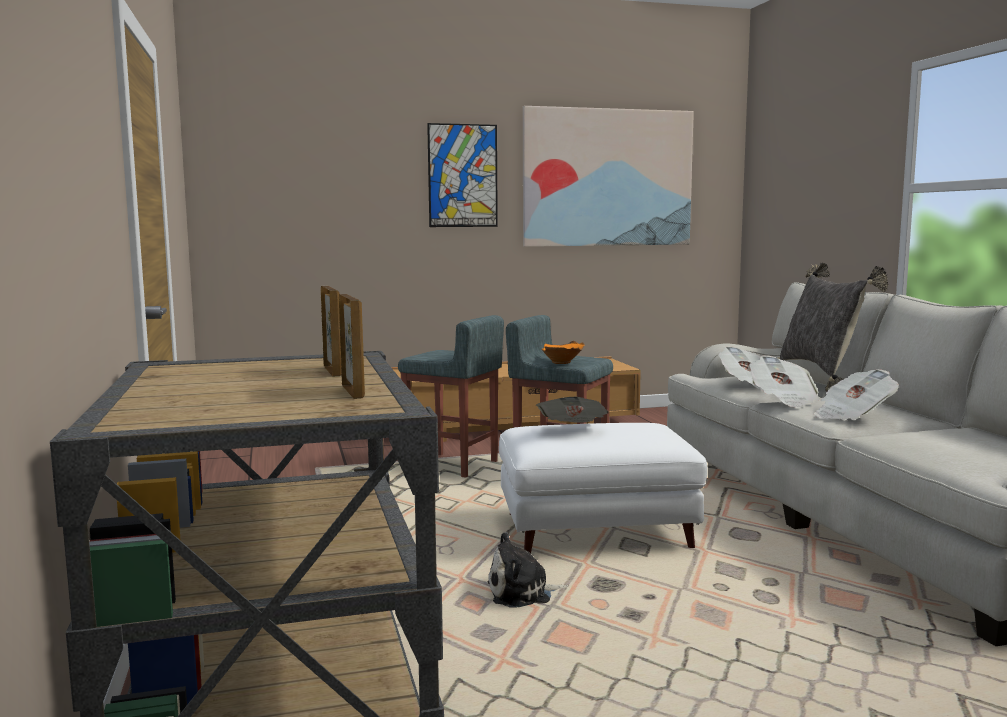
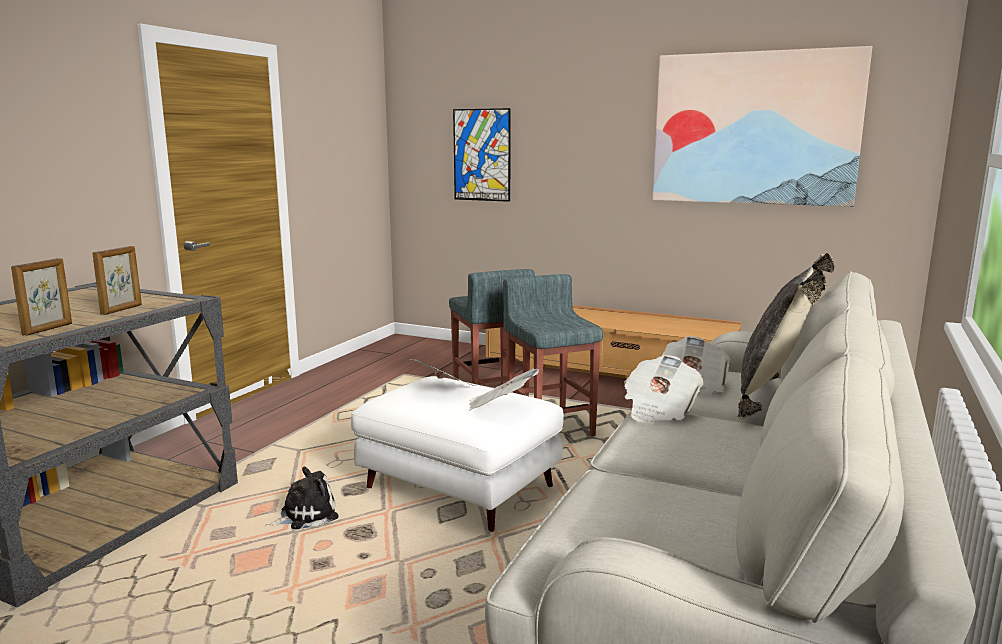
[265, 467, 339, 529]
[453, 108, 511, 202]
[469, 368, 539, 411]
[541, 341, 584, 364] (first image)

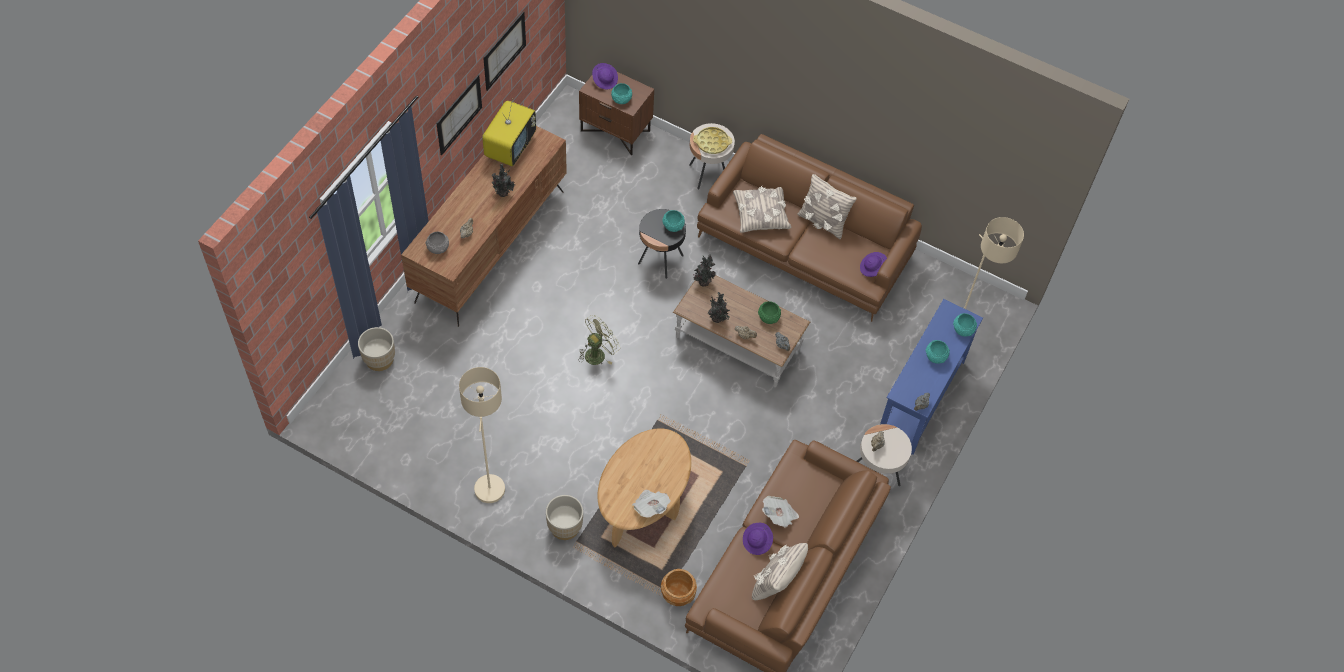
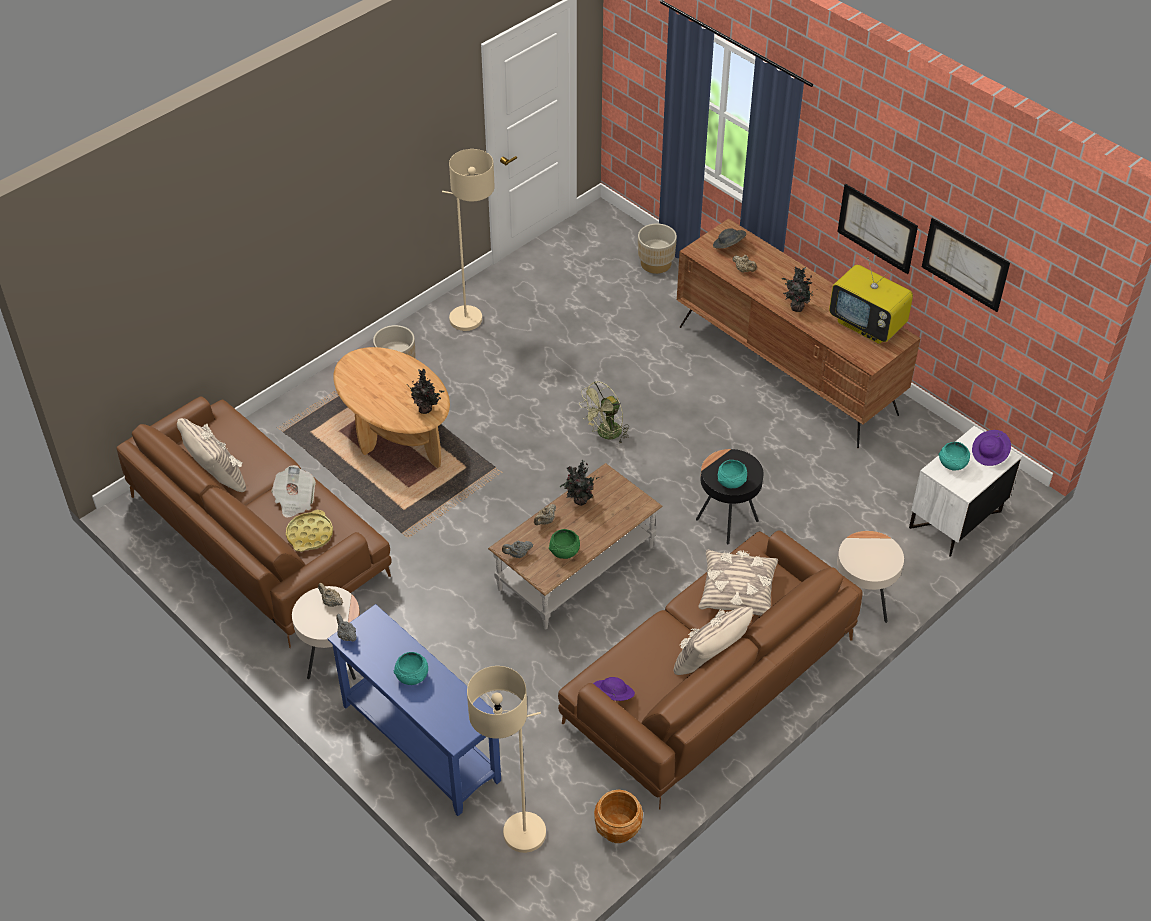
[286, 510, 333, 552]
[404, 369, 445, 414]
[579, 381, 629, 443]
[594, 790, 643, 843]
[713, 229, 746, 249]
[909, 426, 1022, 557]
[632, 490, 671, 517] (first image)
[743, 523, 773, 555] (first image)
[953, 313, 977, 337] (first image)

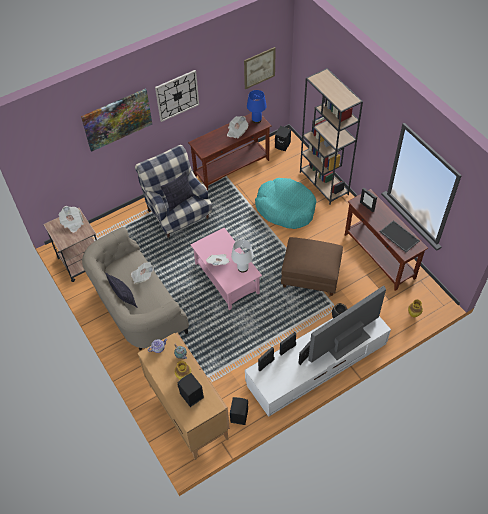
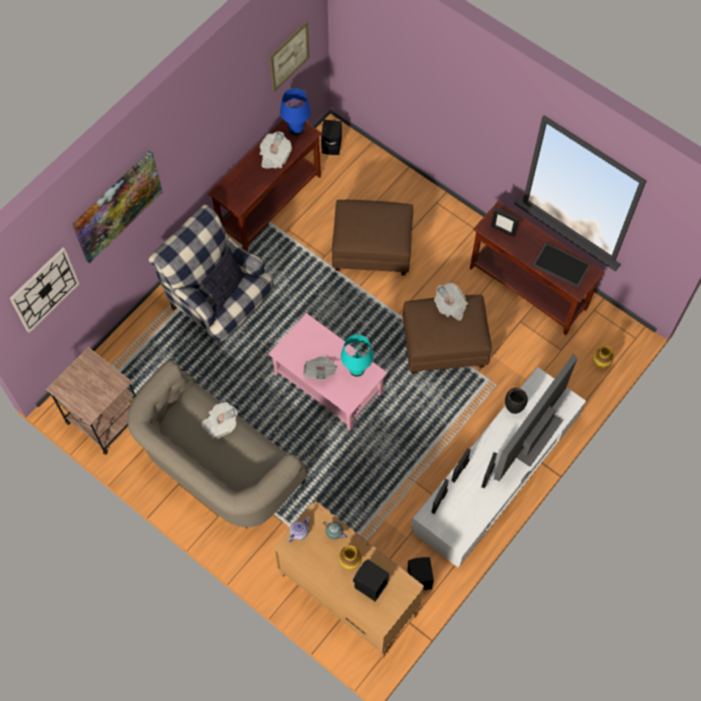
[10, 247, 79, 333]
[332, 200, 413, 276]
[341, 335, 374, 376]
[434, 283, 468, 321]
[105, 273, 137, 308] (first image)
[300, 68, 363, 205] (first image)

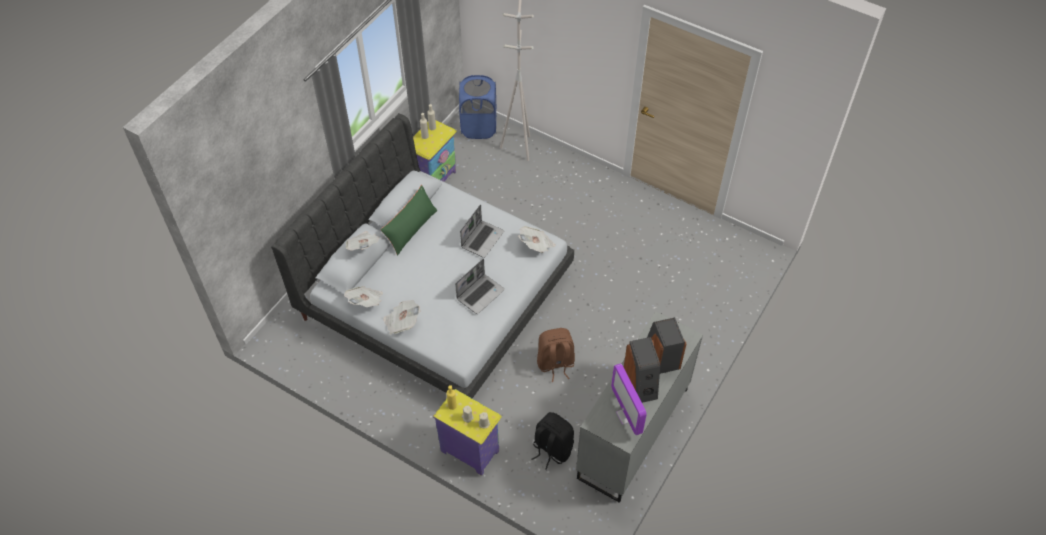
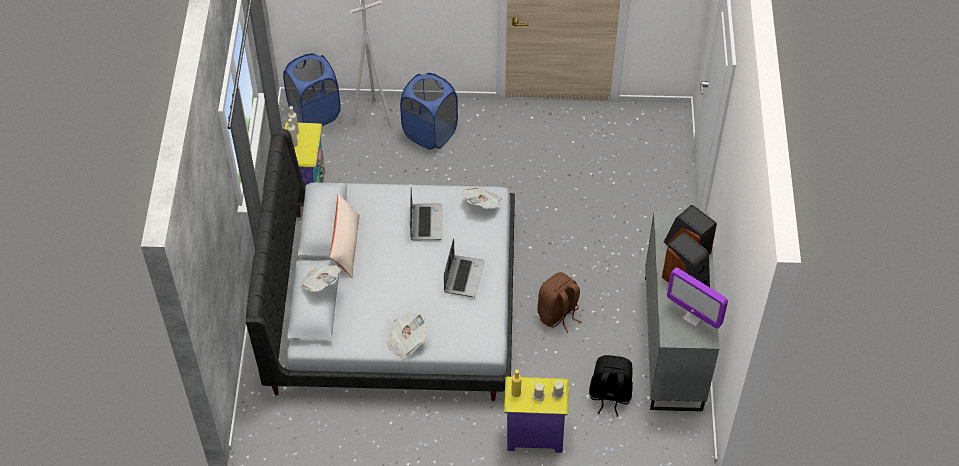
[330, 194, 360, 278]
[400, 73, 458, 150]
[344, 286, 383, 307] (first image)

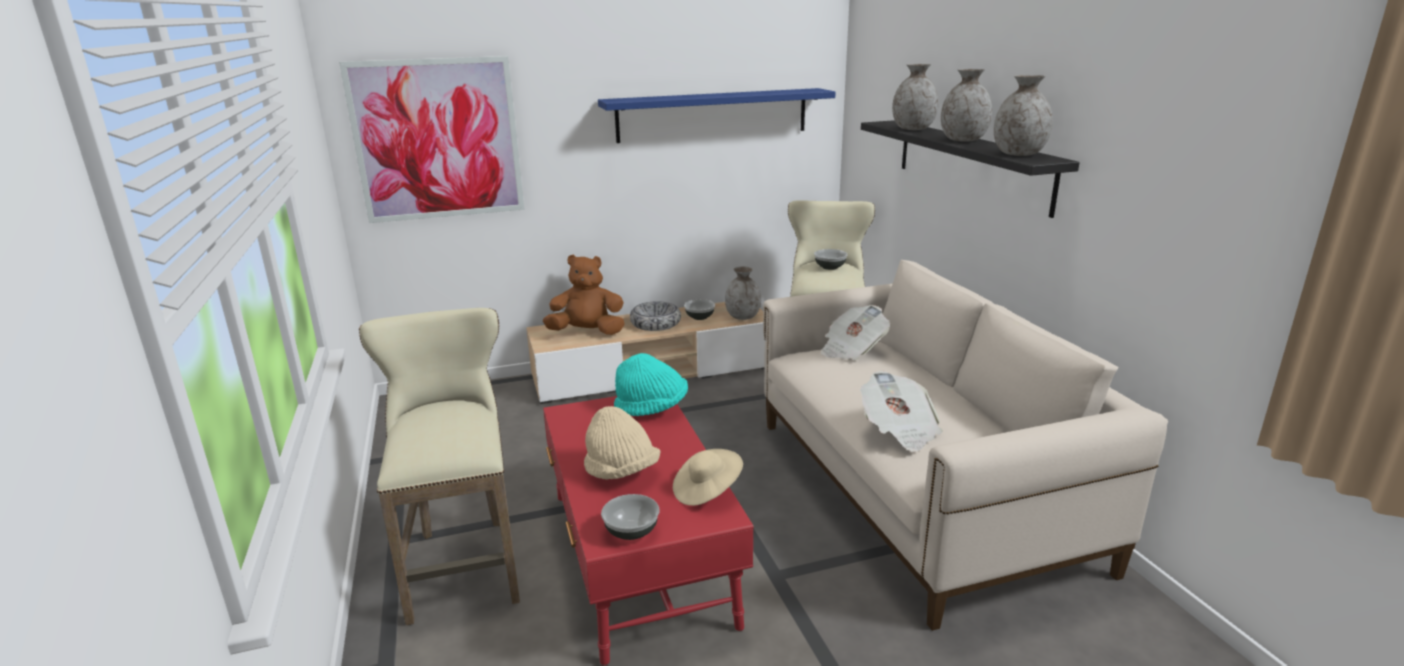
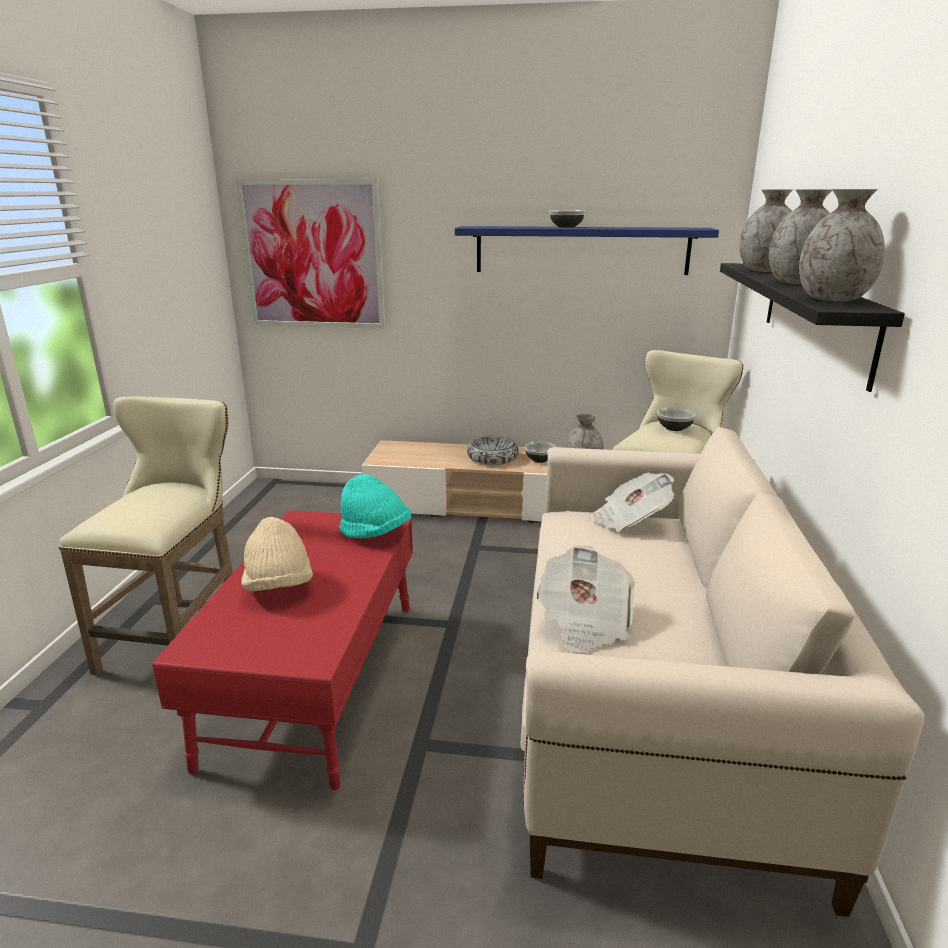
[550, 210, 585, 228]
[543, 255, 624, 335] (first image)
[673, 449, 743, 506] (first image)

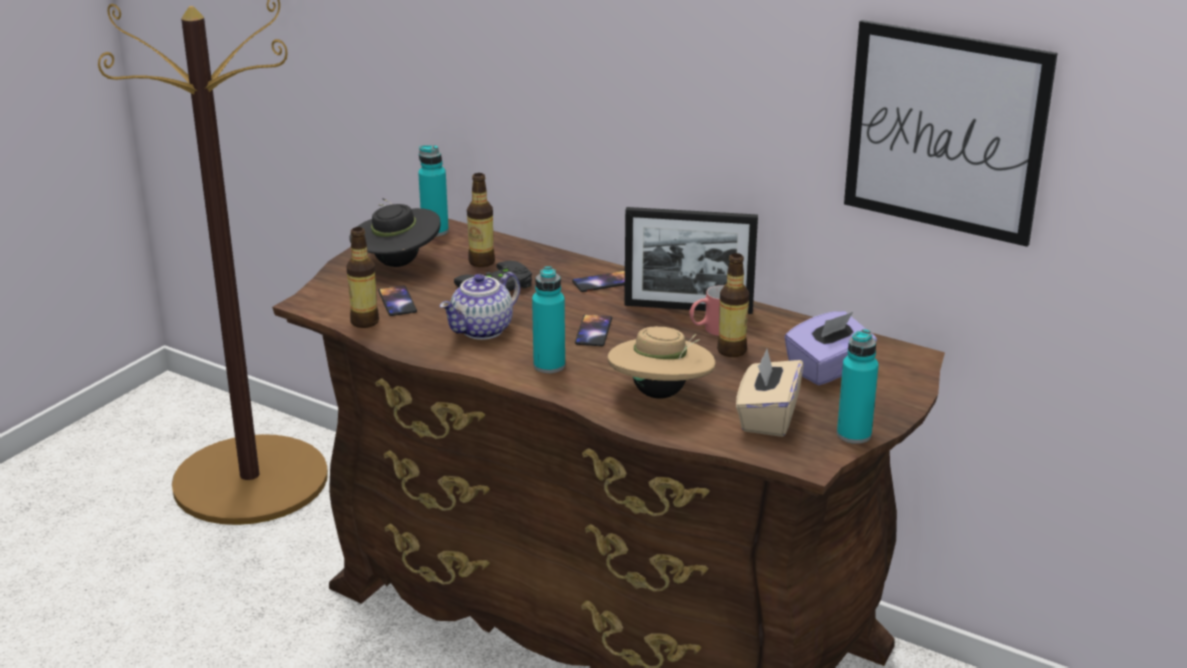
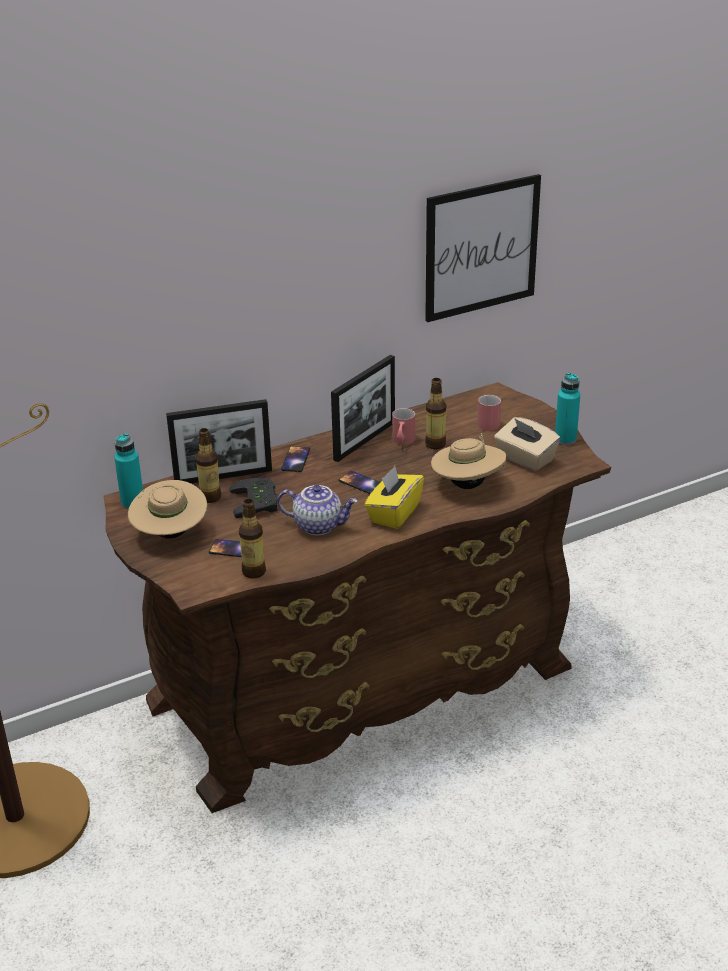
[128, 480, 207, 539]
[166, 399, 272, 483]
[277, 485, 358, 536]
[365, 466, 424, 529]
[477, 395, 501, 431]

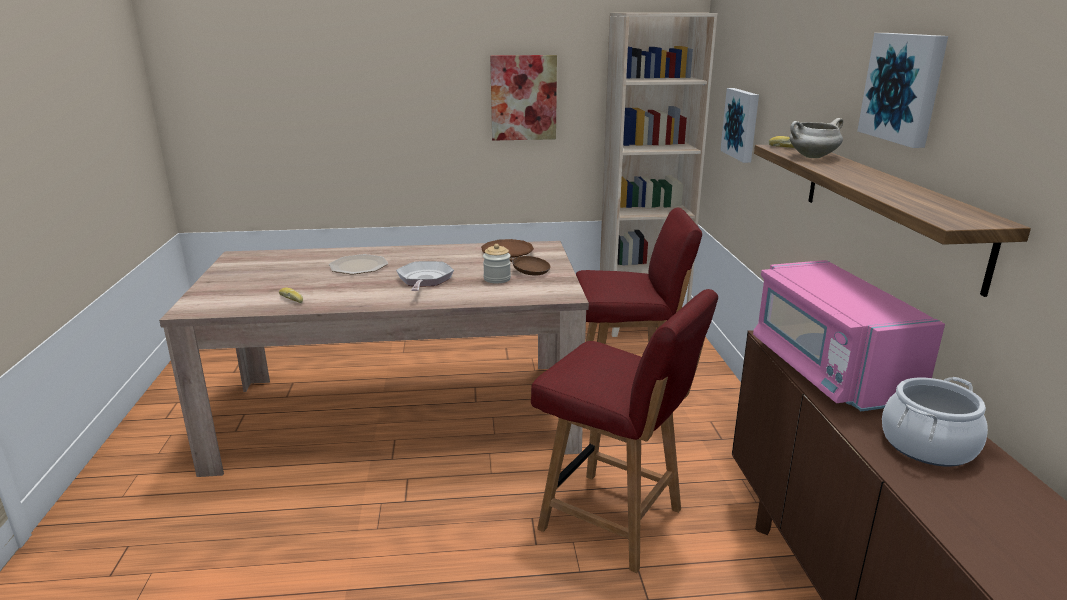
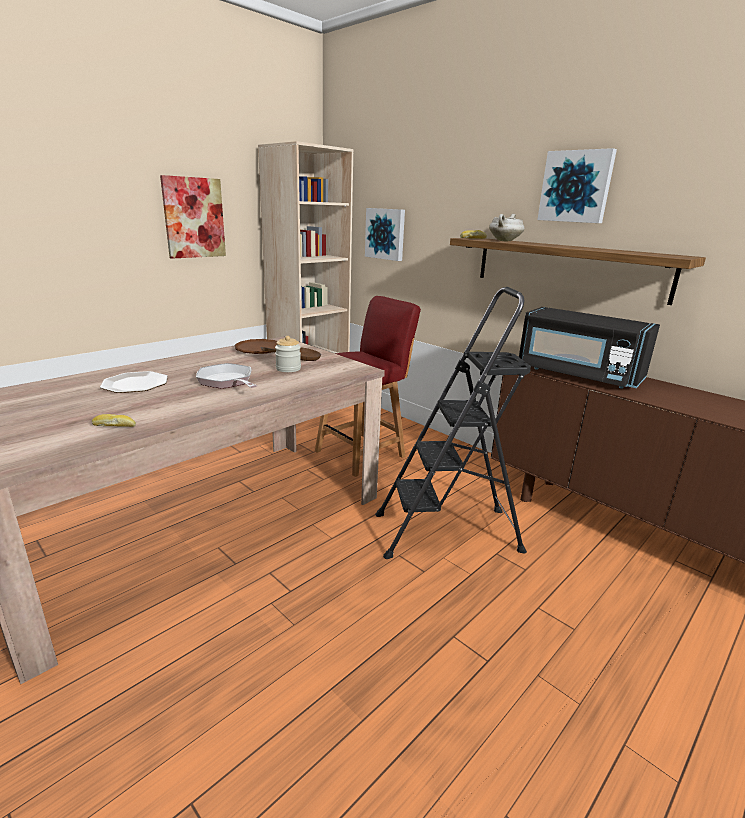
[375, 287, 531, 559]
[519, 307, 660, 389]
[882, 377, 988, 467] (first image)

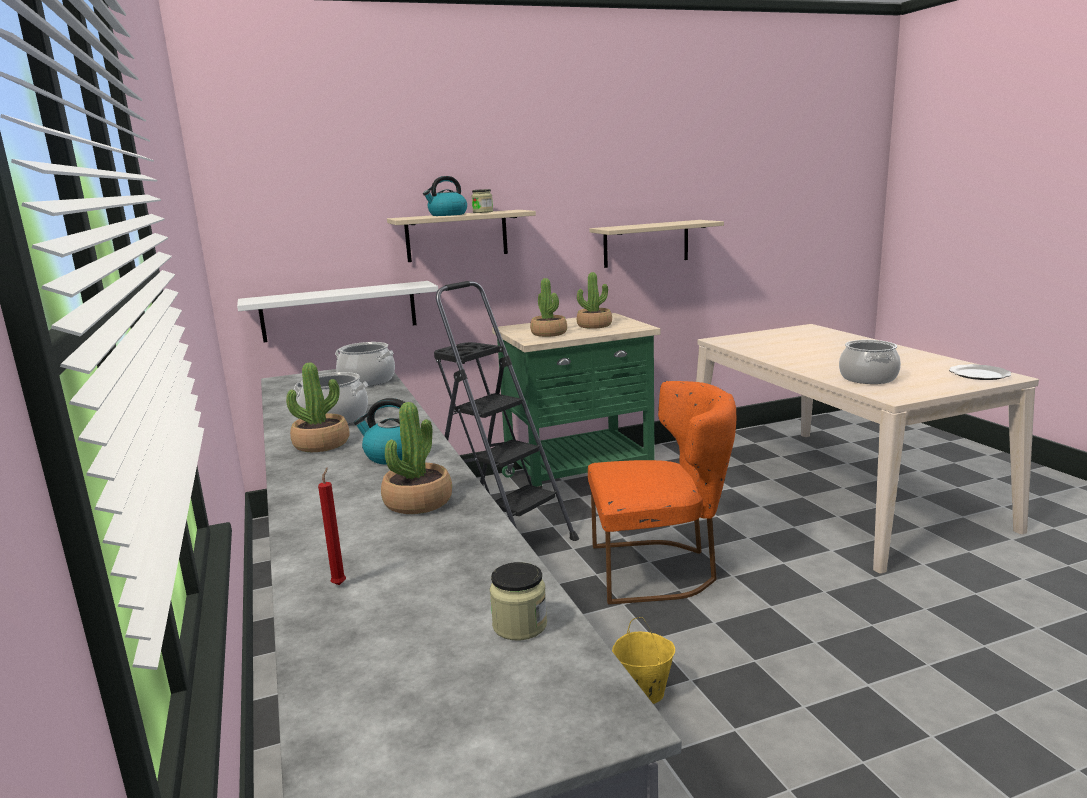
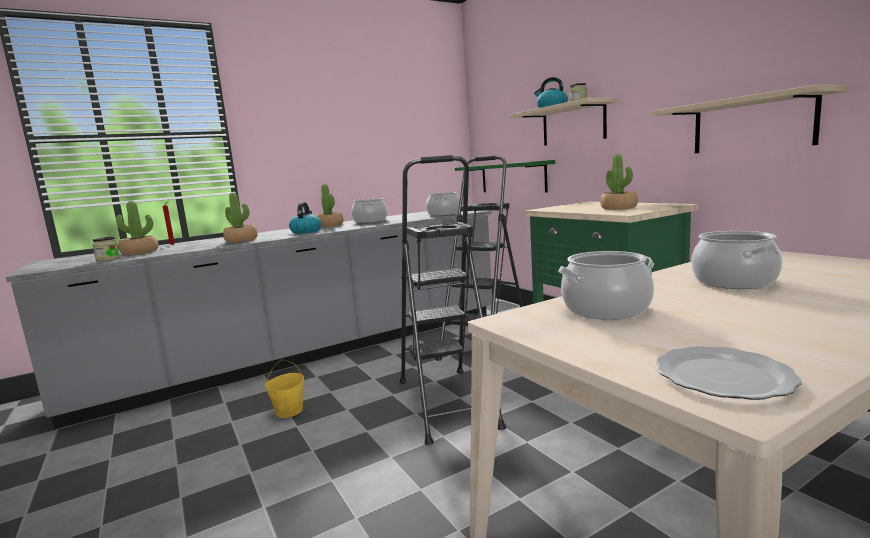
[116, 201, 158, 255]
[400, 155, 506, 445]
[455, 160, 555, 193]
[691, 231, 782, 289]

